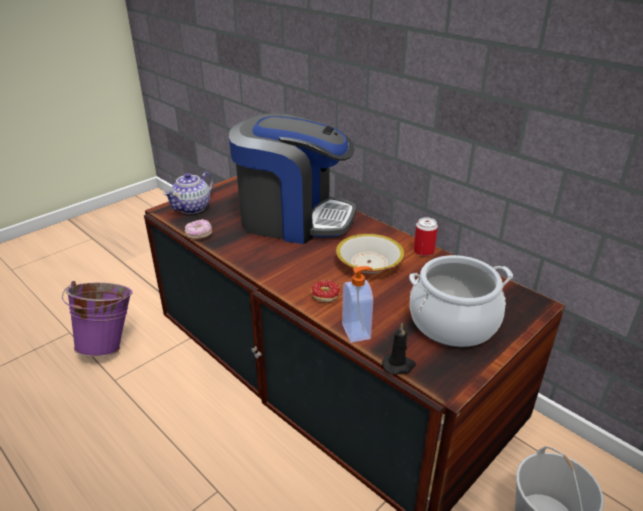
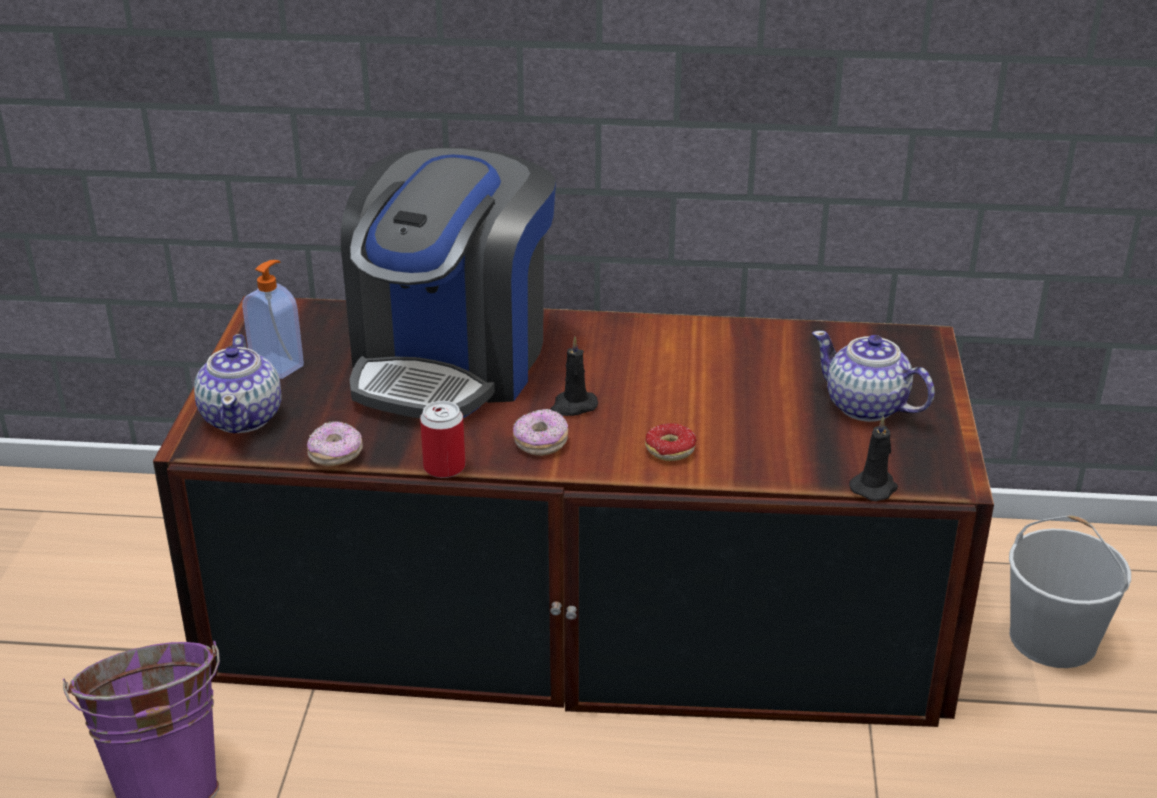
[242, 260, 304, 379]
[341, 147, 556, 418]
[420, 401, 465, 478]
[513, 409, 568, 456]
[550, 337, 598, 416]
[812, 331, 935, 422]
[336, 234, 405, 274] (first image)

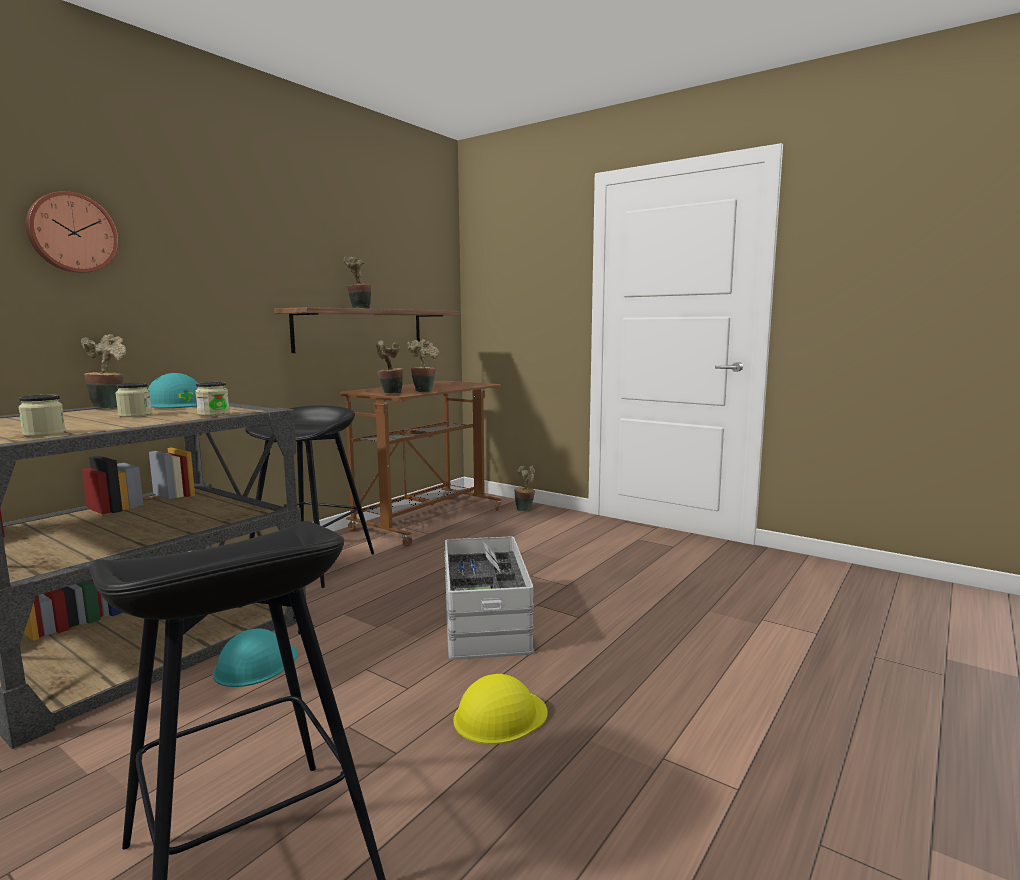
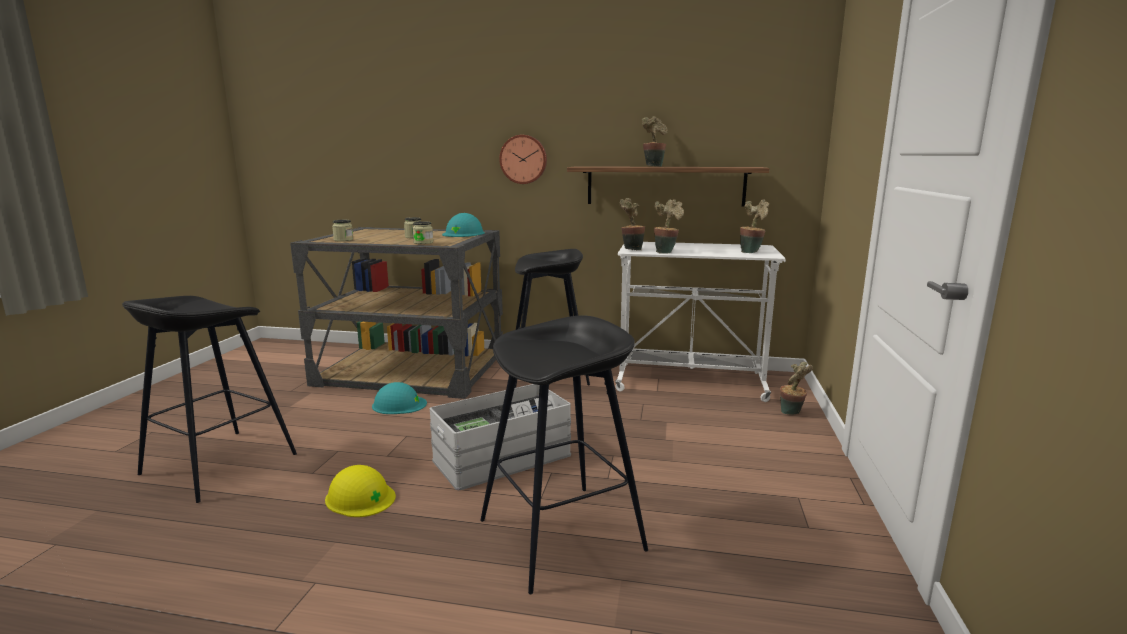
[480, 316, 648, 594]
[499, 135, 547, 184]
[615, 242, 786, 402]
[740, 200, 769, 253]

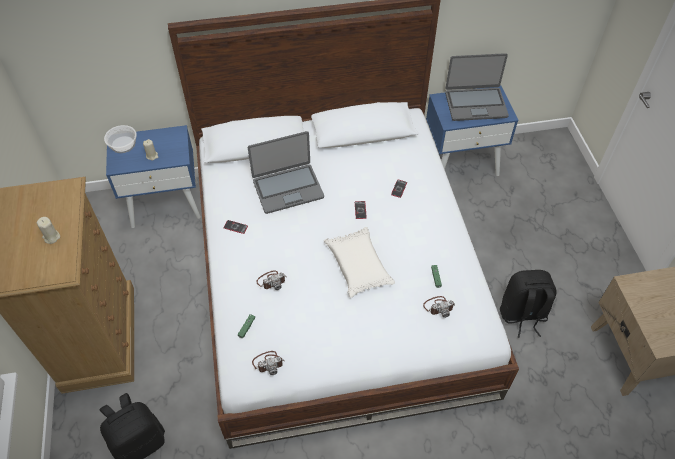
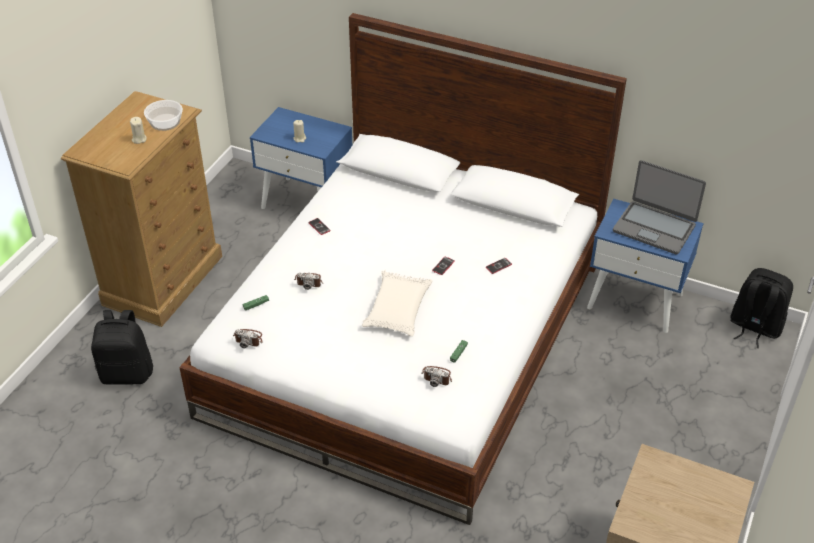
[144, 100, 183, 131]
[730, 268, 793, 348]
[248, 131, 324, 214] (first image)

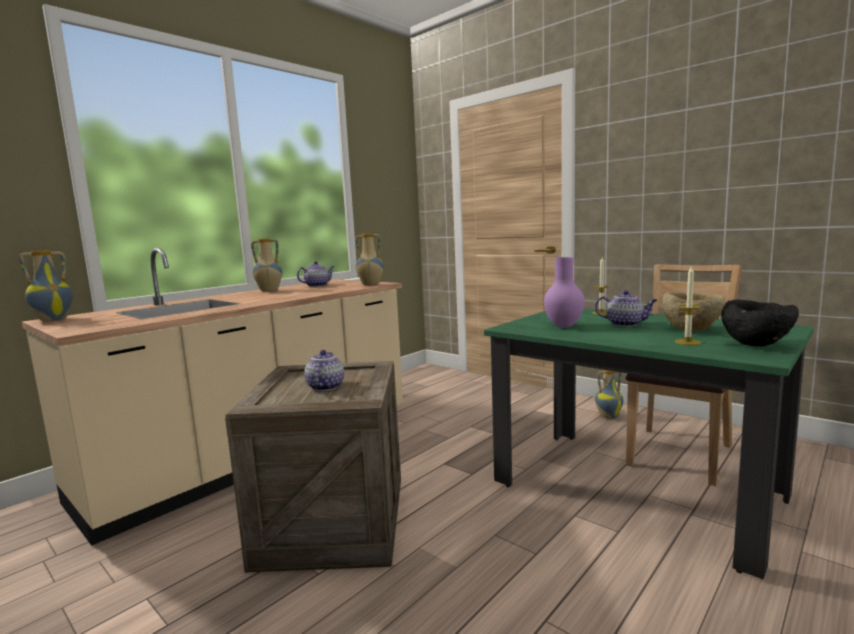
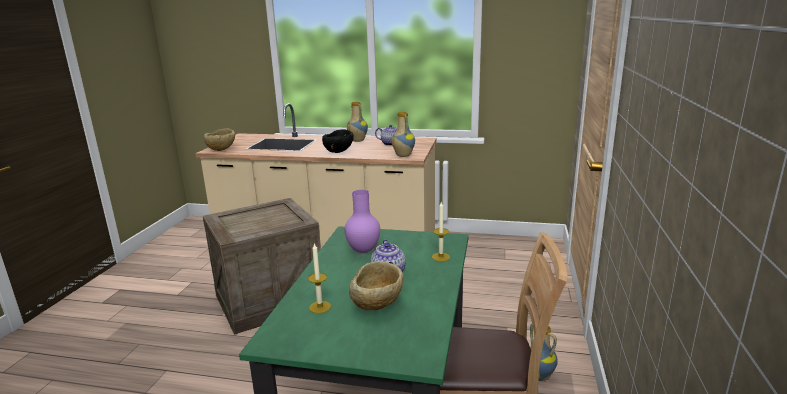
[204, 128, 235, 151]
[322, 129, 354, 153]
[19, 250, 73, 322] (first image)
[304, 350, 344, 391] (first image)

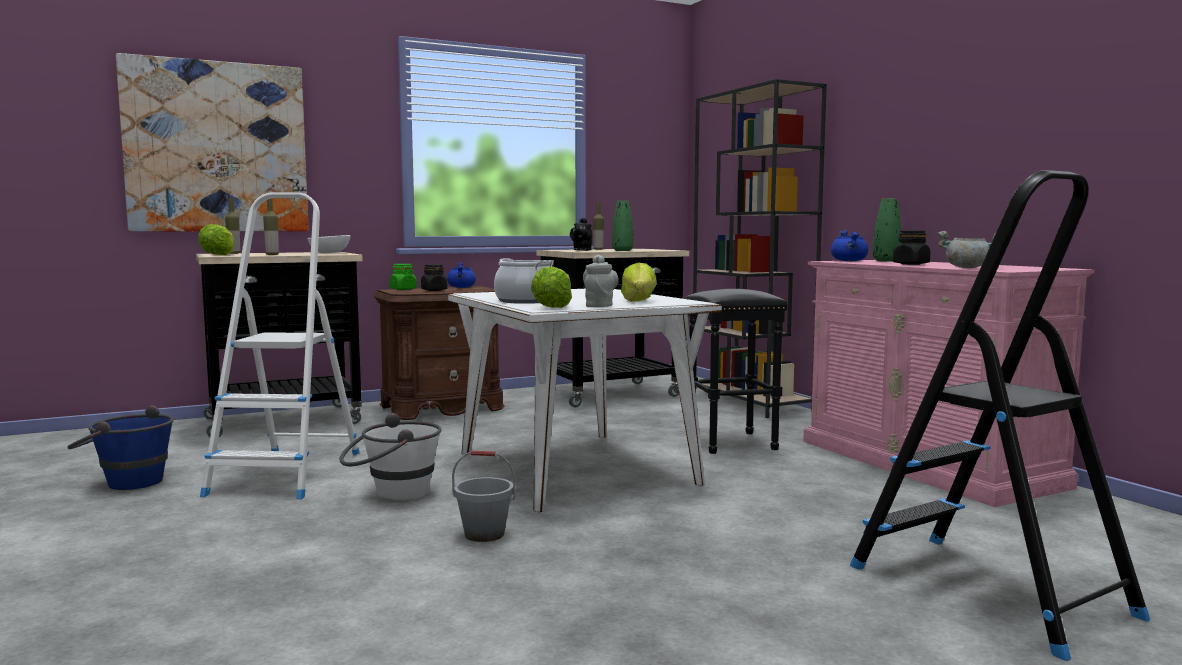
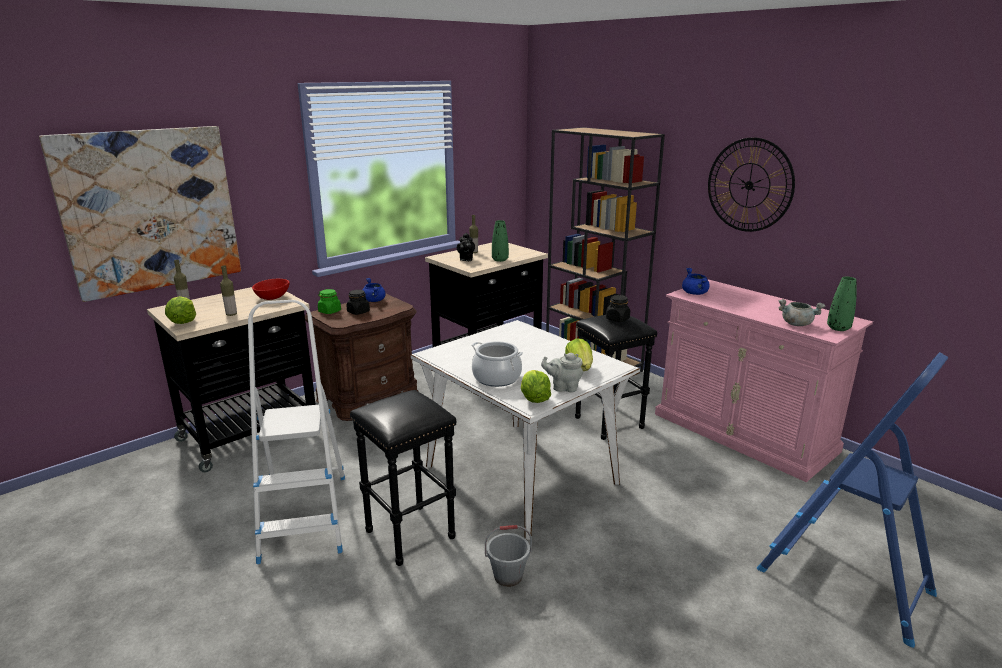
[252, 279, 290, 300]
[350, 390, 456, 566]
[541, 353, 583, 392]
[606, 295, 630, 322]
[708, 138, 795, 232]
[757, 352, 948, 648]
[827, 277, 857, 331]
[68, 405, 174, 490] (first image)

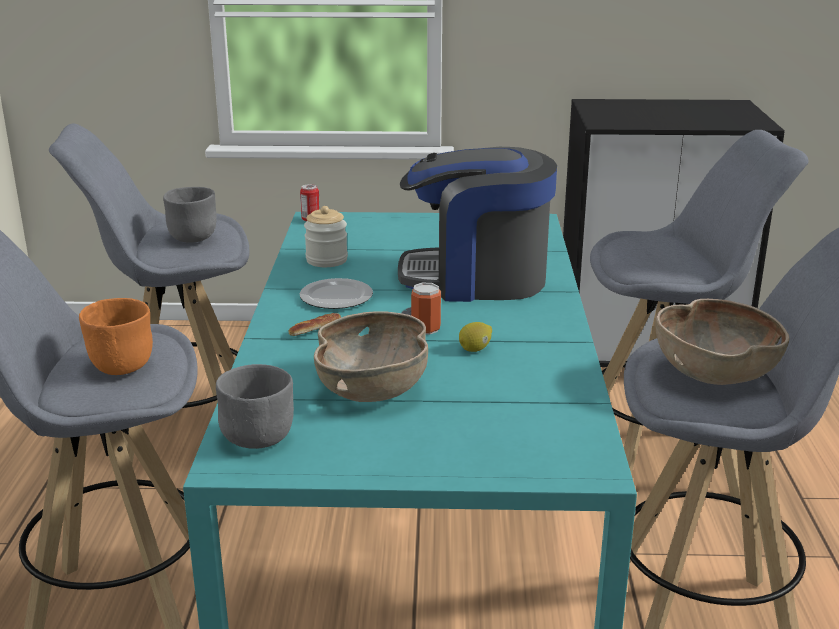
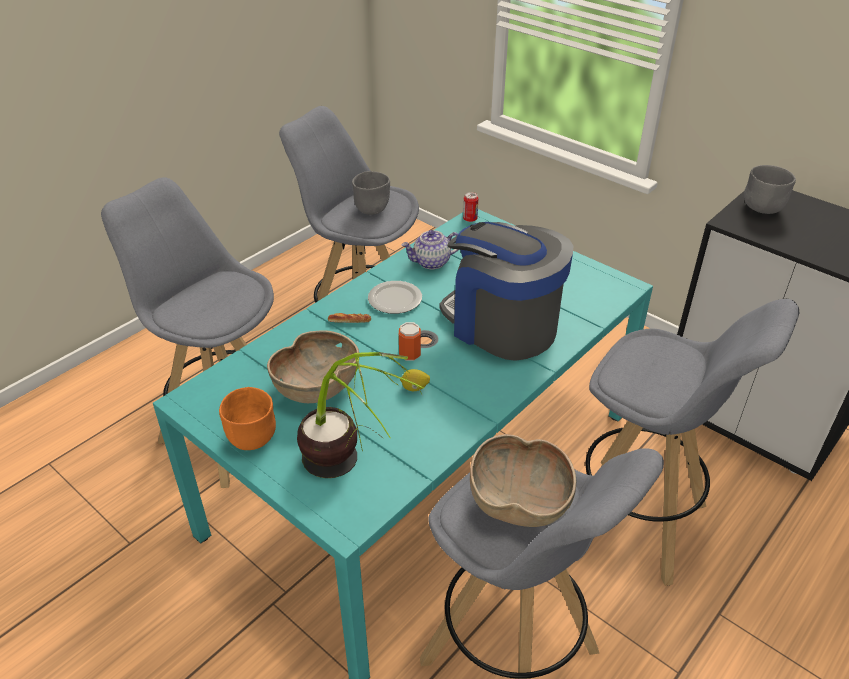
[219, 387, 276, 450]
[297, 352, 424, 478]
[401, 230, 459, 270]
[744, 165, 796, 214]

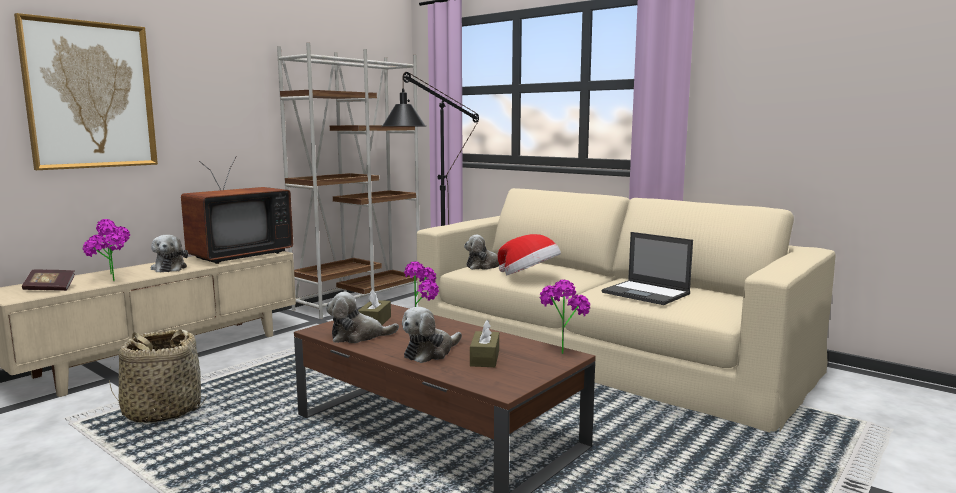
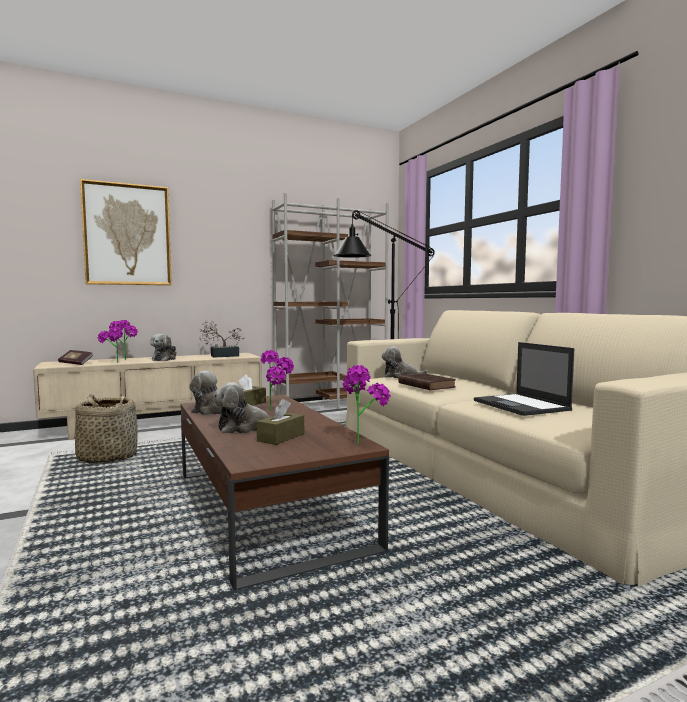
[199, 320, 245, 358]
[398, 373, 456, 391]

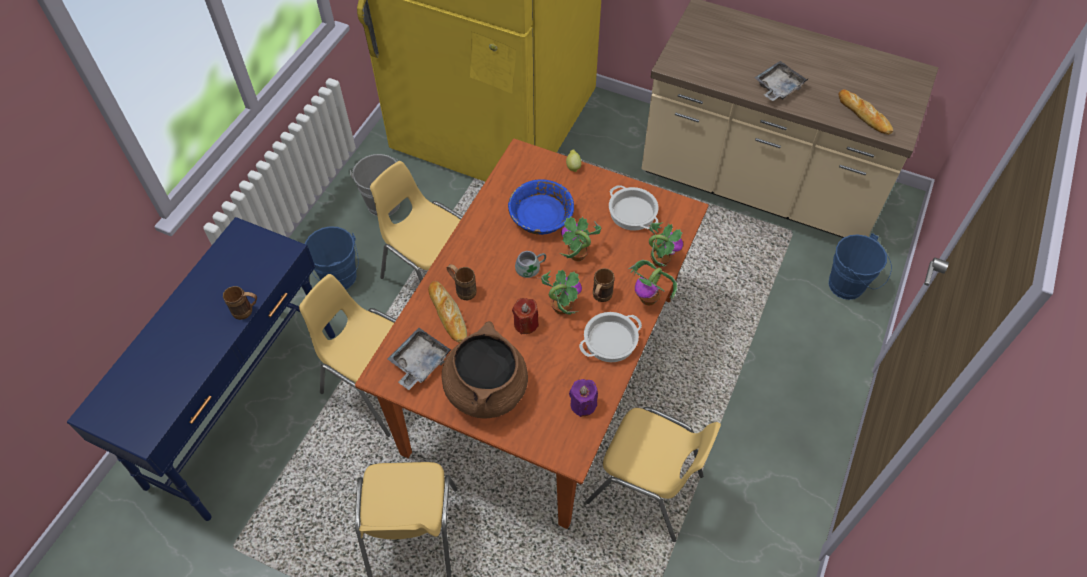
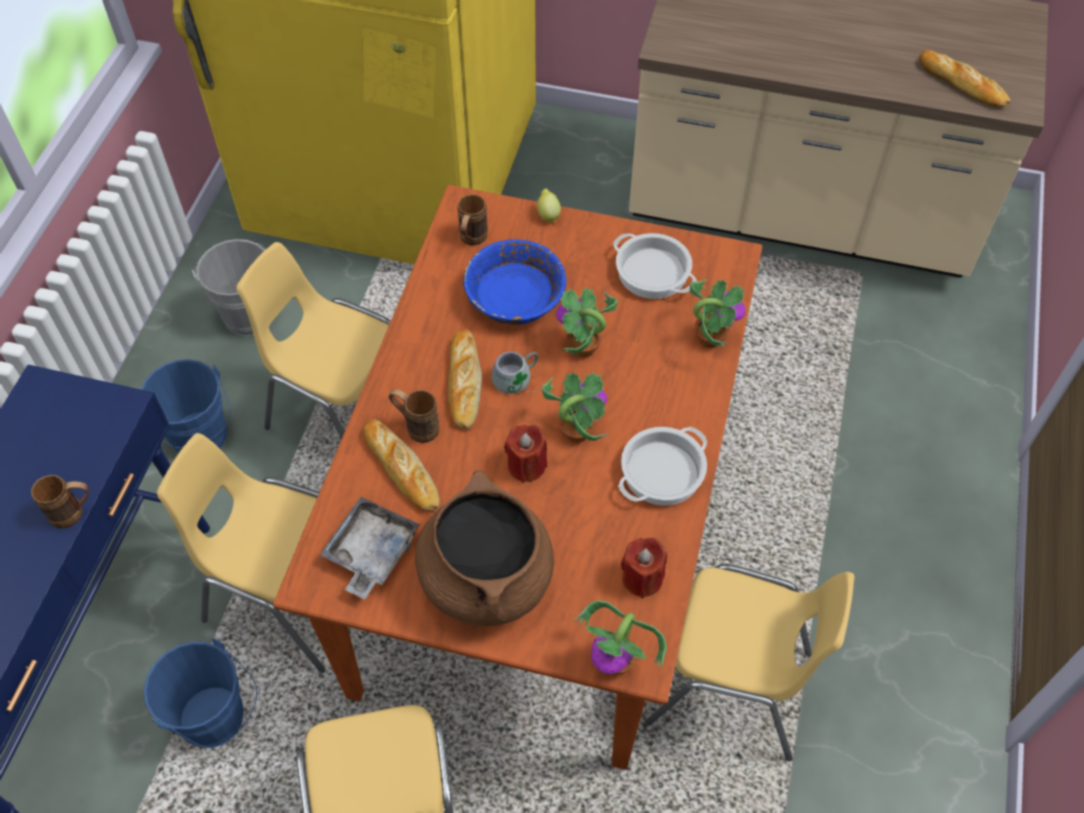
[144, 638, 257, 748]
[448, 329, 482, 429]
[458, 194, 488, 245]
[573, 600, 667, 674]
[621, 538, 667, 598]
[754, 61, 809, 101] (first image)

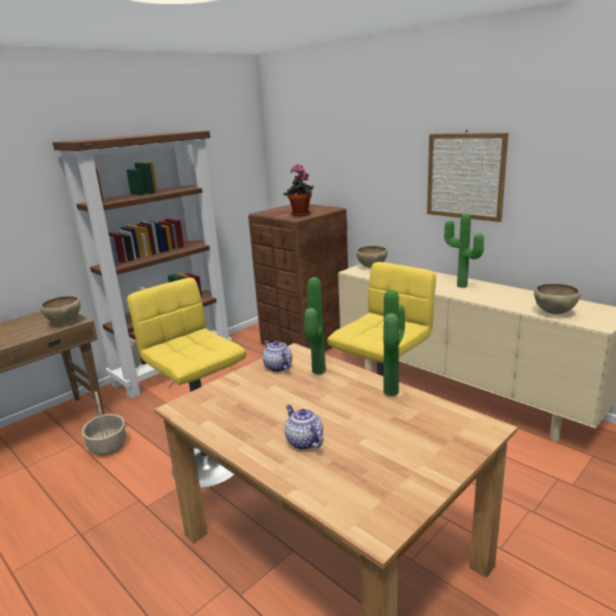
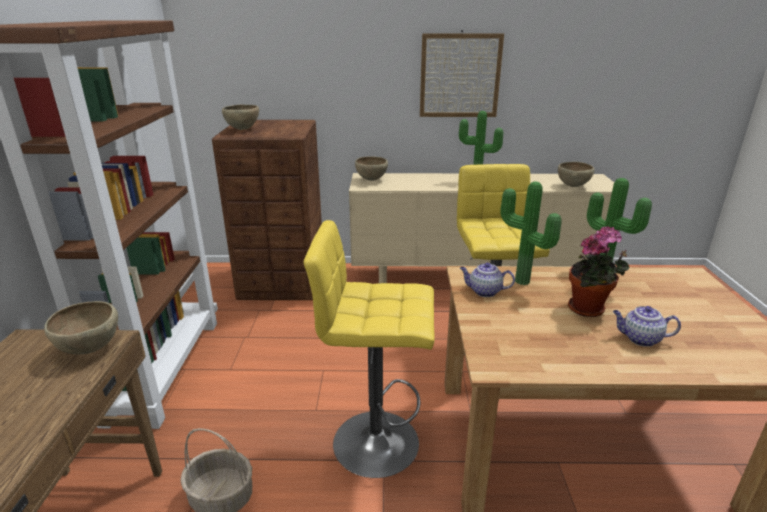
[222, 104, 259, 130]
[568, 226, 629, 317]

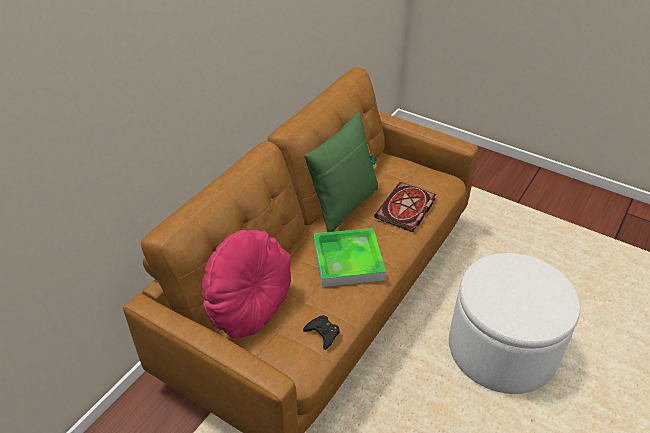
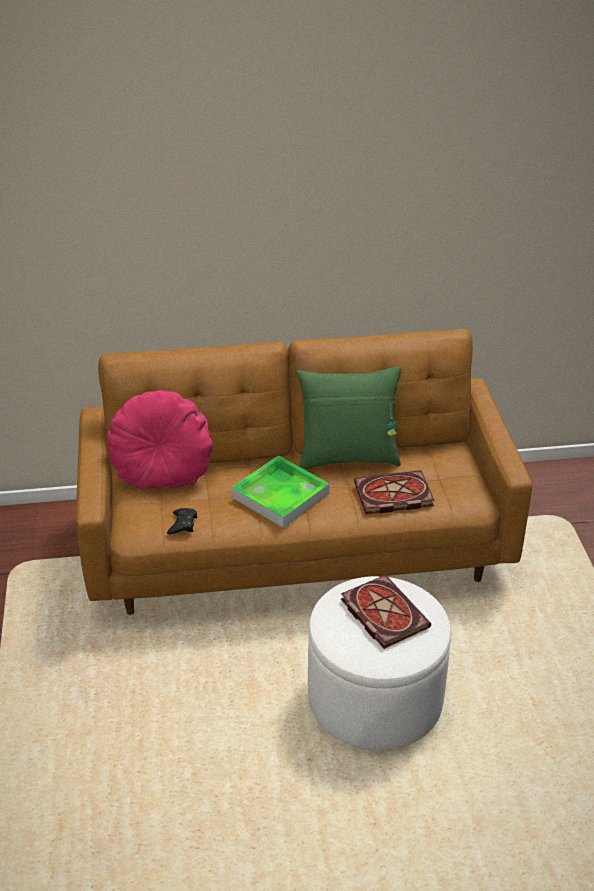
[341, 575, 431, 649]

